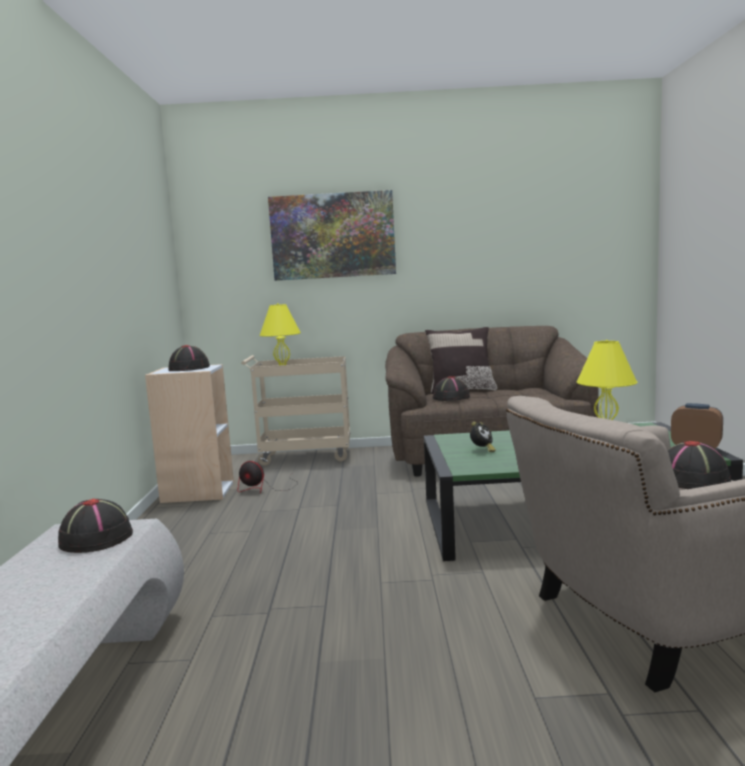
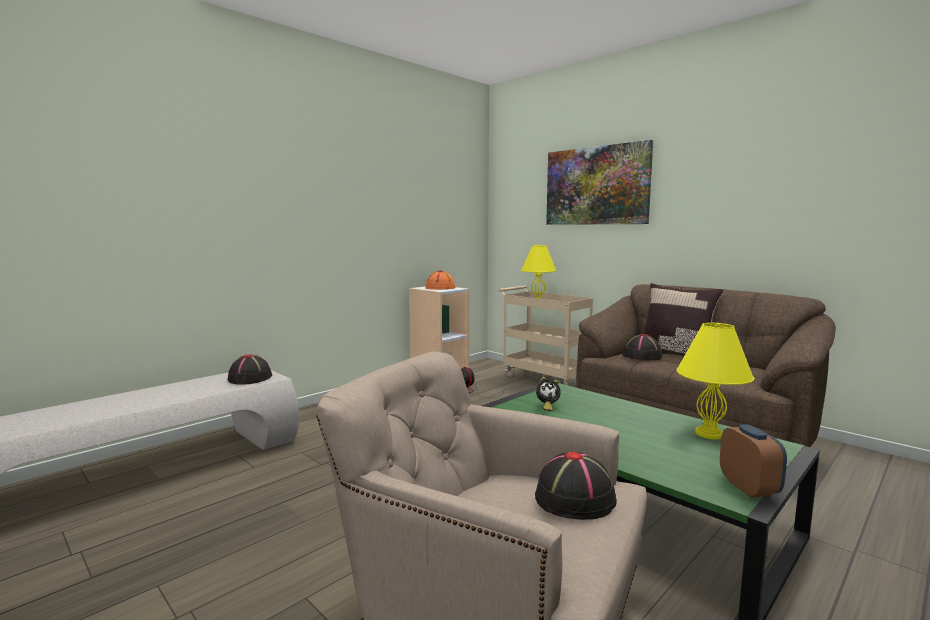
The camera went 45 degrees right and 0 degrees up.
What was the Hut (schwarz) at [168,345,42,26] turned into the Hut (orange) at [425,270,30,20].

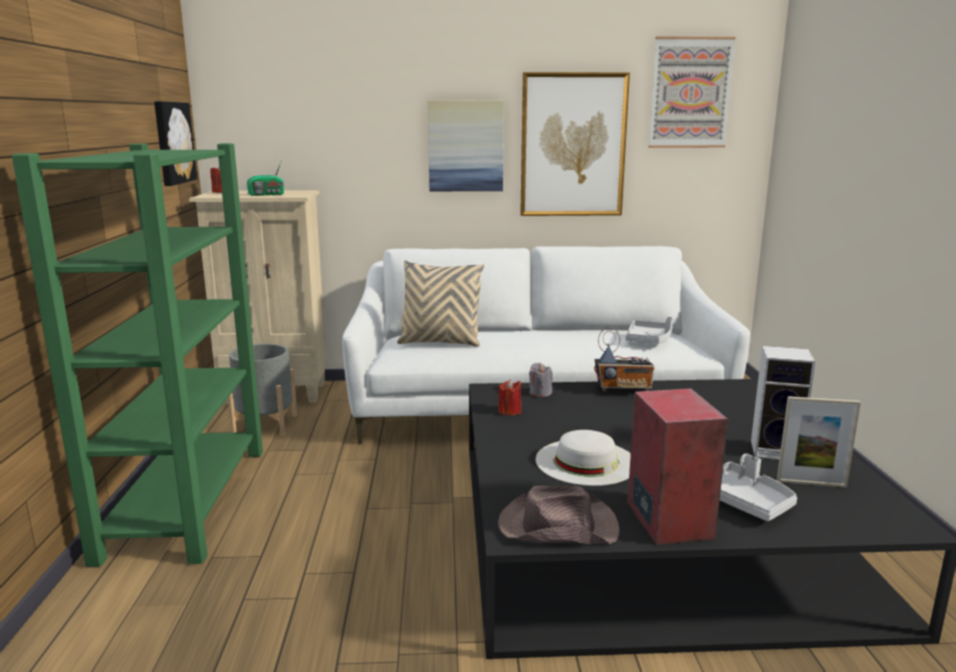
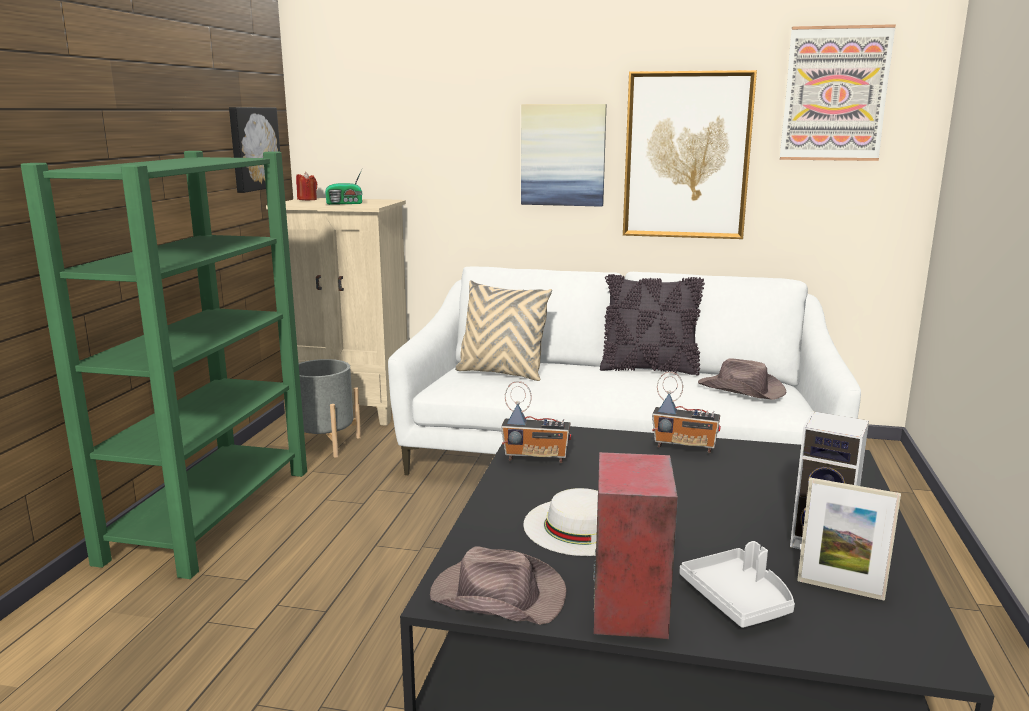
The camera went 15 degrees right and 0 degrees up.
Where the Tablett (grau) stood at [625,317,48,27], the Hut (braun) came to stand at [698,358,89,42].
The second view lost the Kerze (grau) at [529,363,24,34].
Where the Kerze (rot) stood at [498,379,23,36], the Radio came to stand at [501,381,70,82].
The second view gained the Kissen (schwarz) at [600,274,105,101].

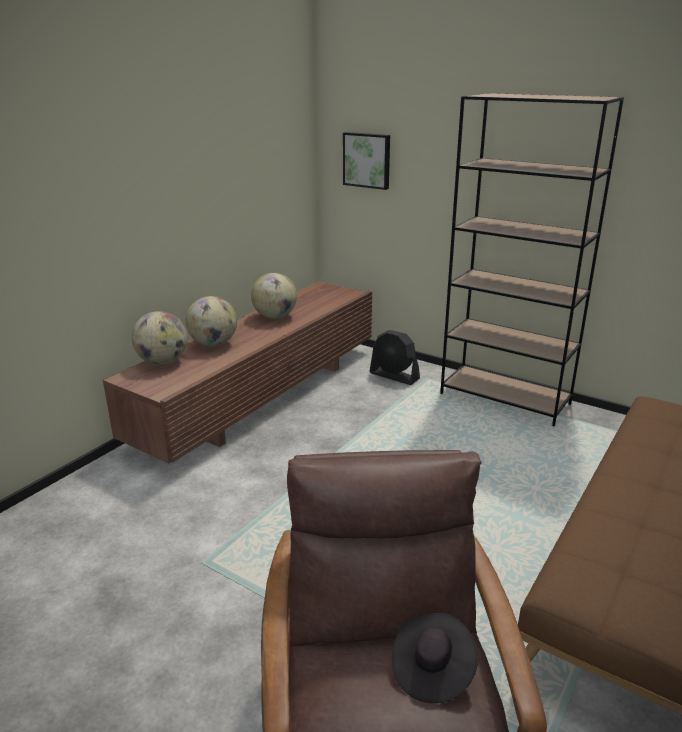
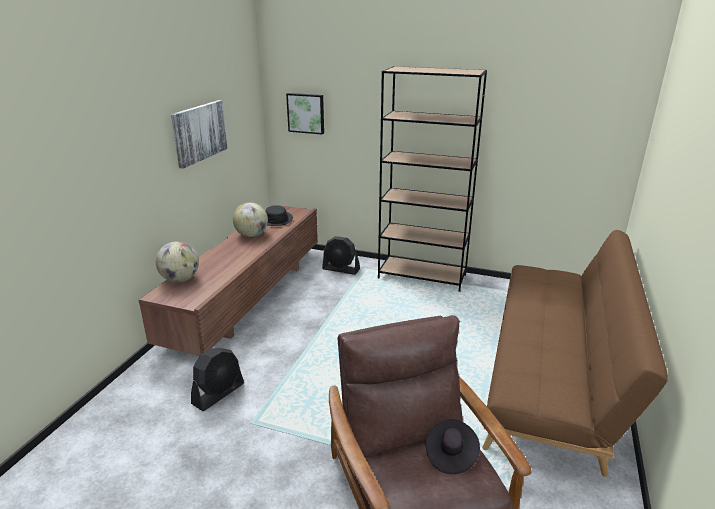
The camera went 15 degrees left and 0 degrees up.
The second view lost the Globus at [186,296,51,50].
The second view gained the Bild at [171,100,57,69].
The second view gained the Hut (schwarz) at [266,206,27,20].
The second view gained the Ventilator (schwarz) at [191,348,53,63].

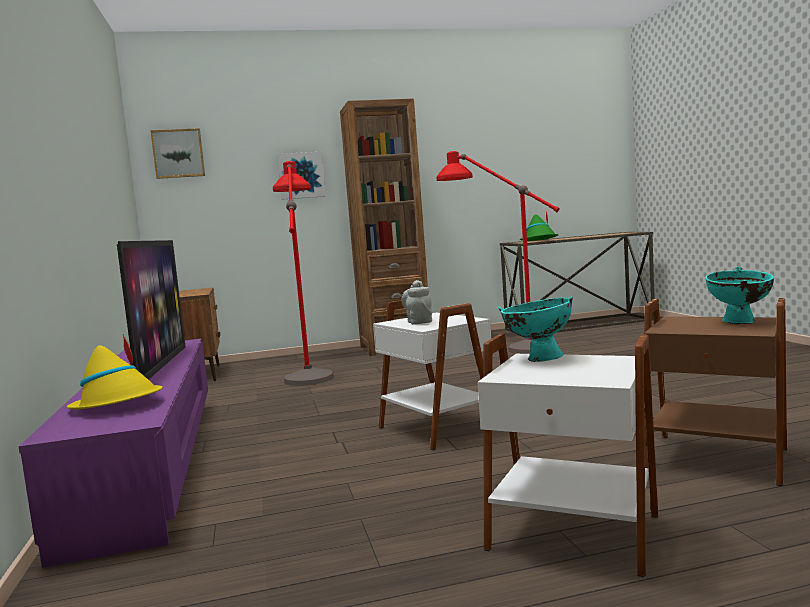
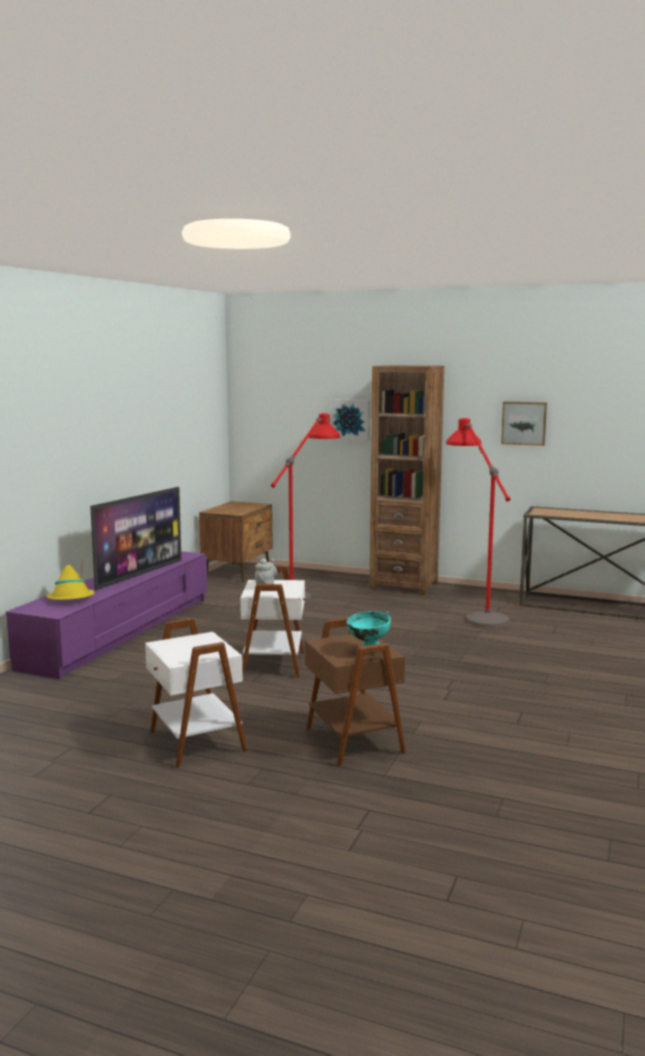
The camera went 35 degrees right and 5 degrees up.
The Bild ended up elsewhere, having gone from [150,128,55,51] to [501,402,46,44].
The second view lost the Hut (grün) at [520,210,38,31].
The second view lost the Schüssel (türkis) at [498,296,75,66].

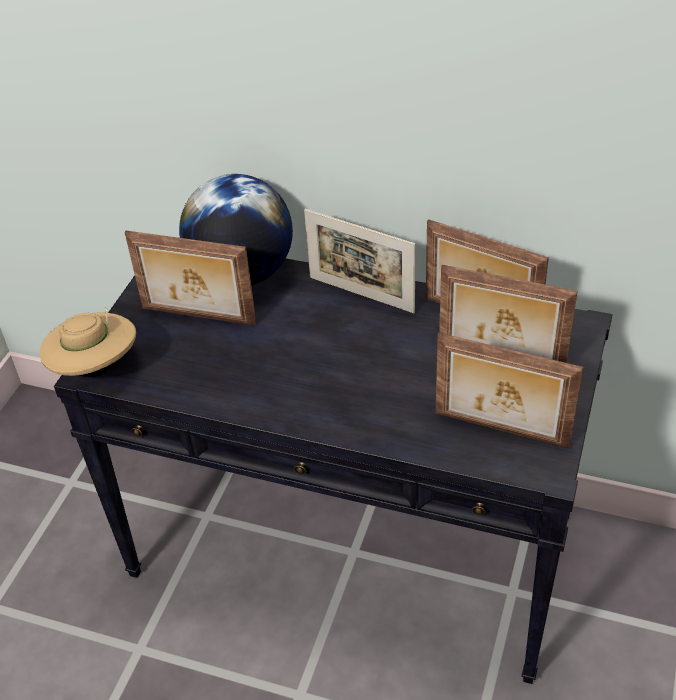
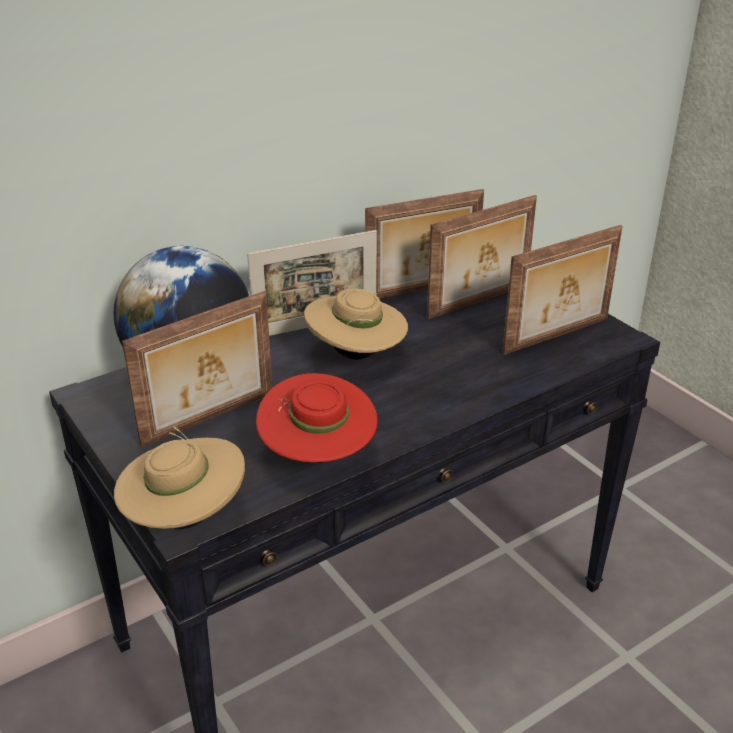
The camera went 55 degrees left and 10 degrees down.
The second view gained the Hut (beige) at [304,288,104,72].
The second view gained the Hut (rot) at [256,373,122,90].

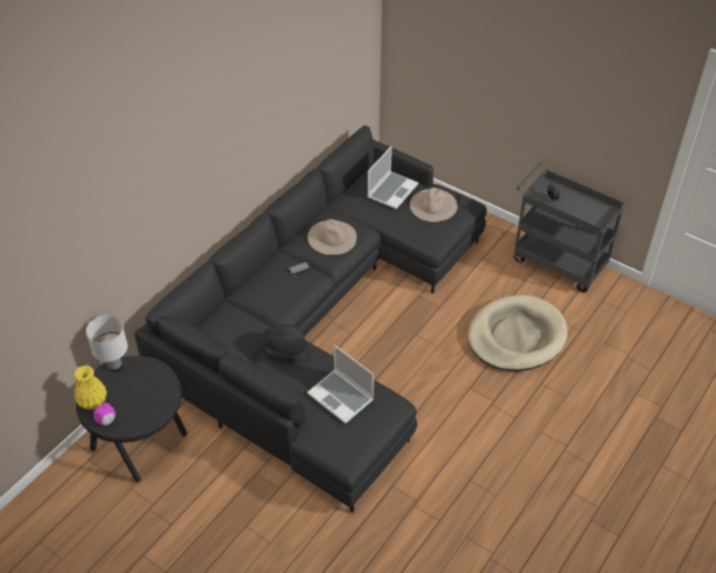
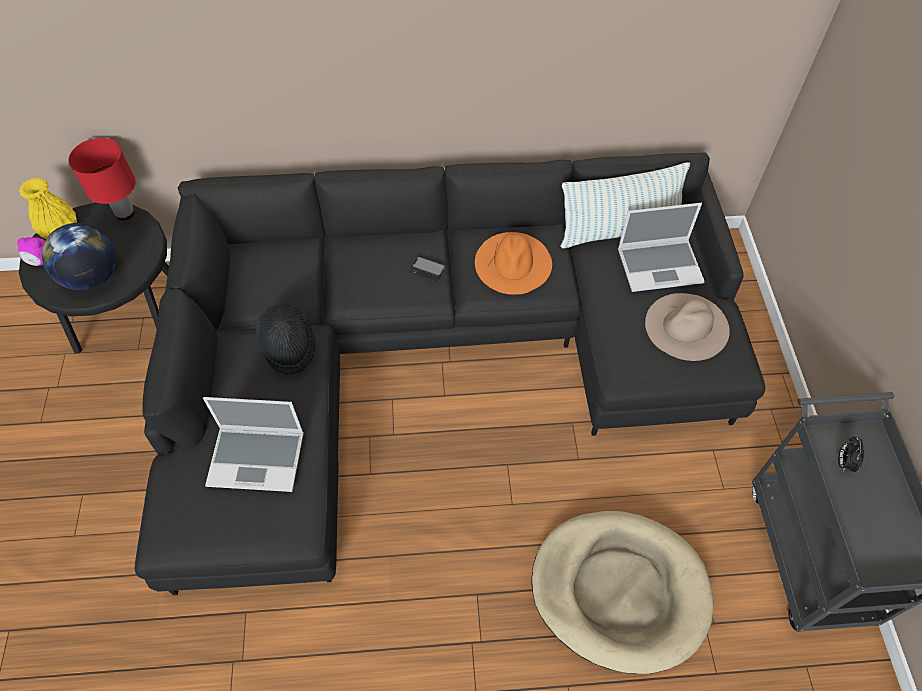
The camera went 50 degrees right and 10 degrees up.
What was the Hut (beige) at [307,219,50,36] turned into the Hut (orange) at [475,232,77,63].
What was the Tischlampe (weiß) at [86,315,42,57] turned into the Tischlampe (rot) at [68,138,68,83].
The Laptop at [307,345,67,79] ended up facing another way, 90 degrees counterclockwise from before.
The second view gained the Kissen at [560,162,130,86].
The second view gained the Globus at [42,223,74,67].

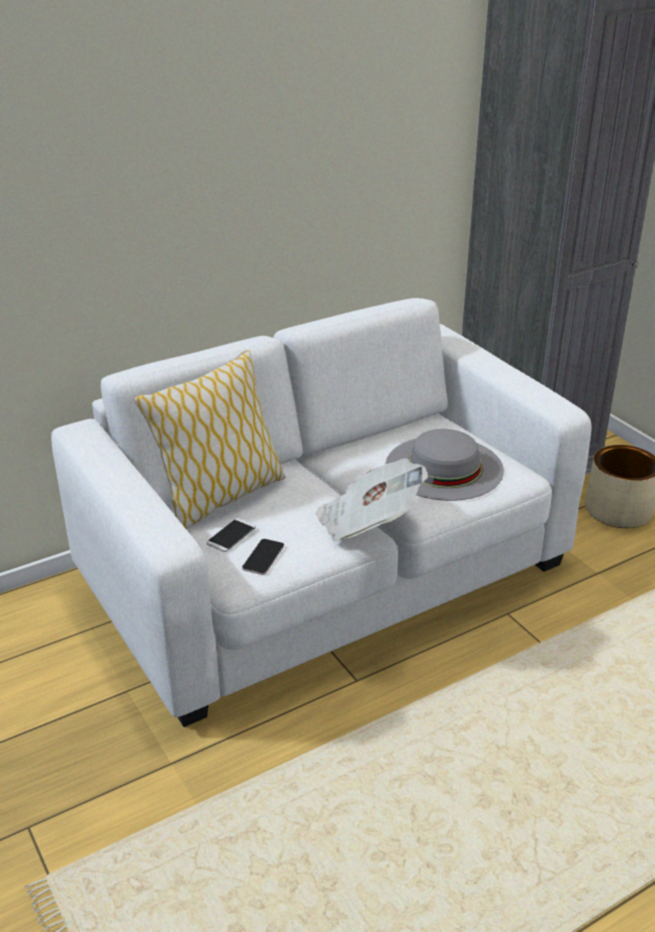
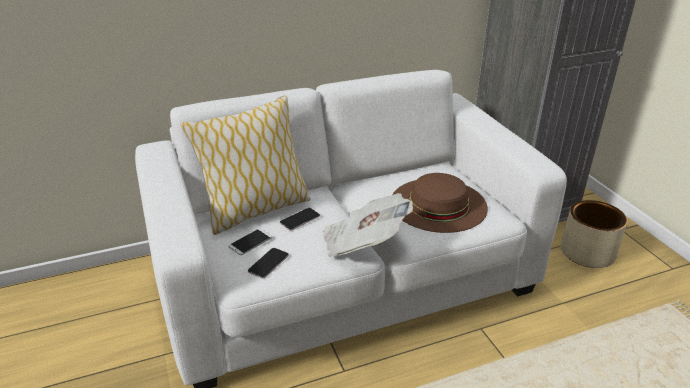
The camera went 10 degrees right and 0 degrees up.
What was the Hut (grau) at [386,429,118,72] turned into the Hut (braun) at [393,173,95,60].
The second view gained the Handy at [280,208,40,23].

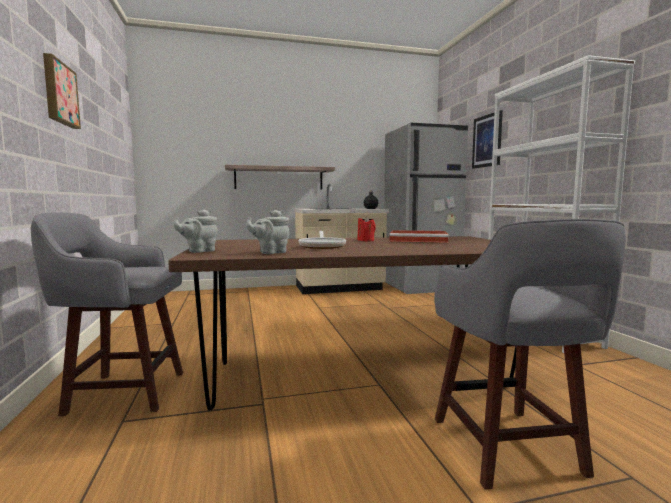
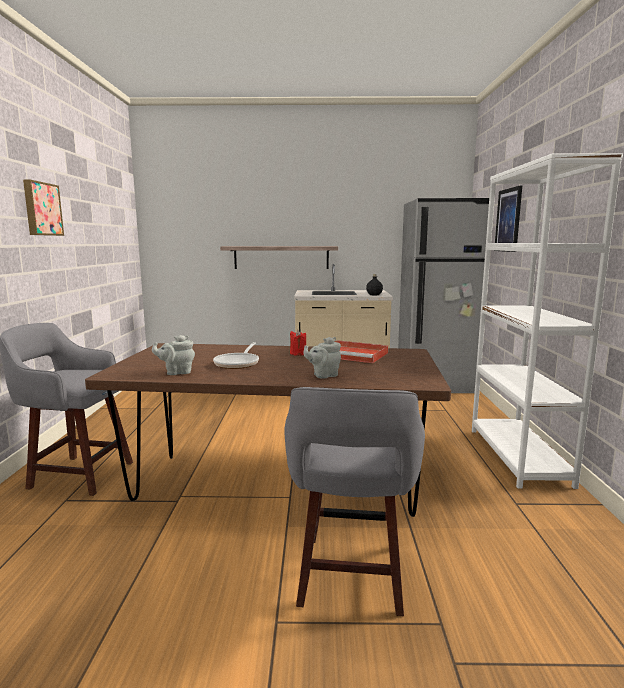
The camera went 15 degrees right and 5 degrees up.
The Teekanne (grau) ended up elsewhere, having gone from [173,209,45,44] to [303,337,38,42].

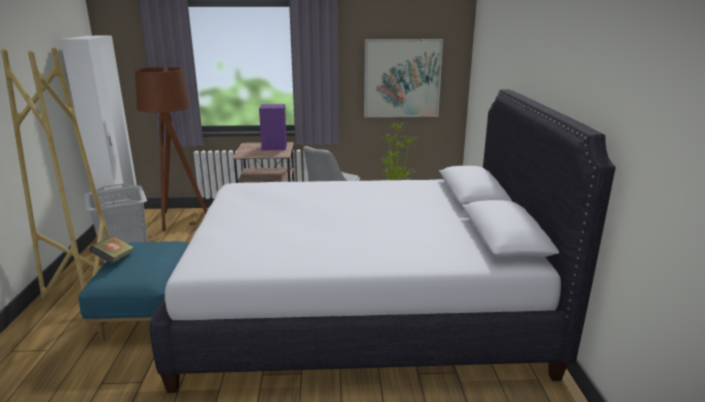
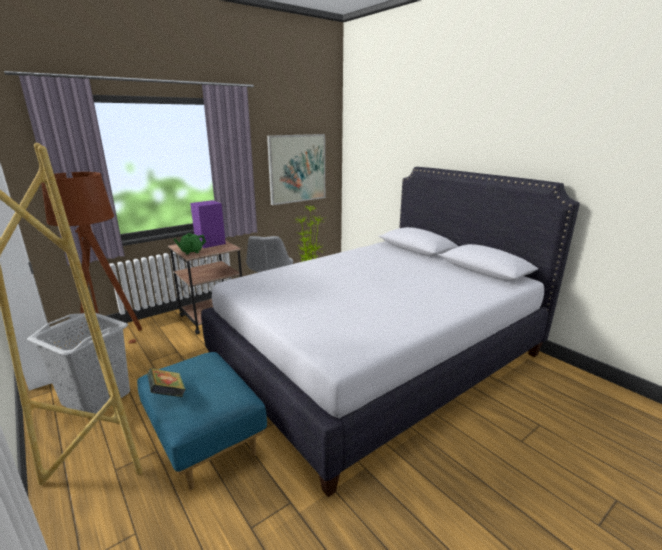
The camera went 35 degrees left and 0 degrees up.
The second view gained the Teekanne (grün) at [173,233,33,22].

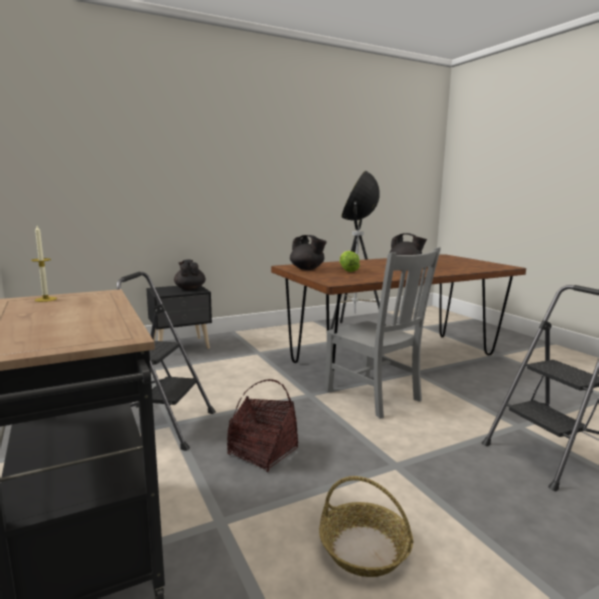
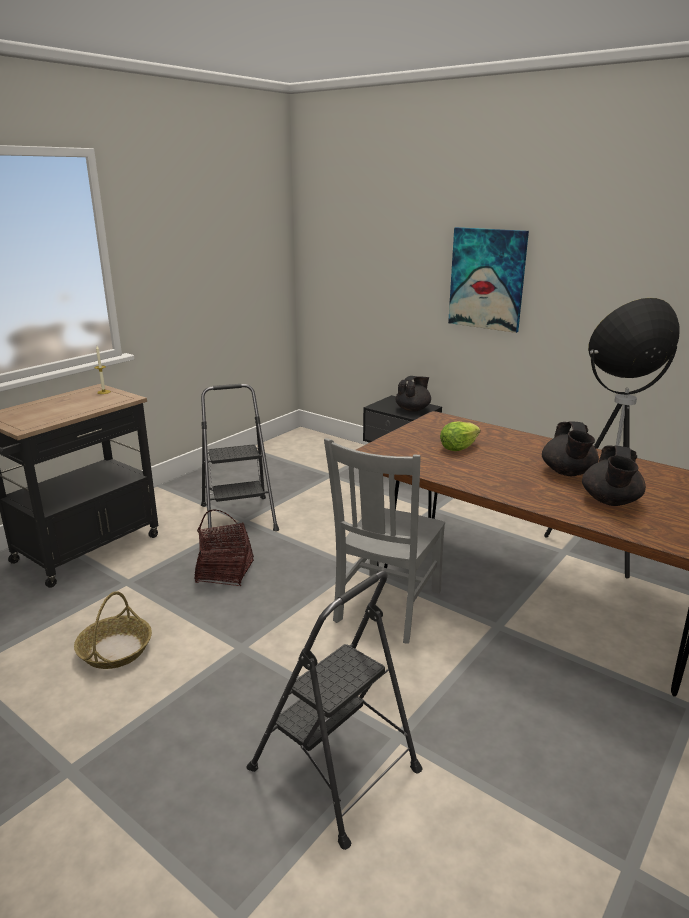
The camera went 65 degrees right and 10 degrees up.
The Teekanne (schwarz) ended up elsewhere, having gone from [290,235,37,35] to [582,446,64,60].
The second view gained the Bild at [448,227,81,106].

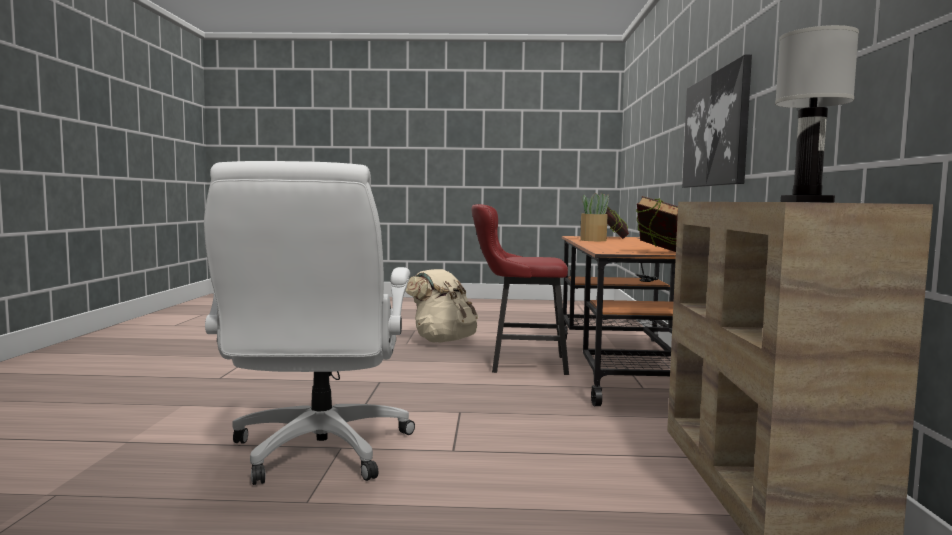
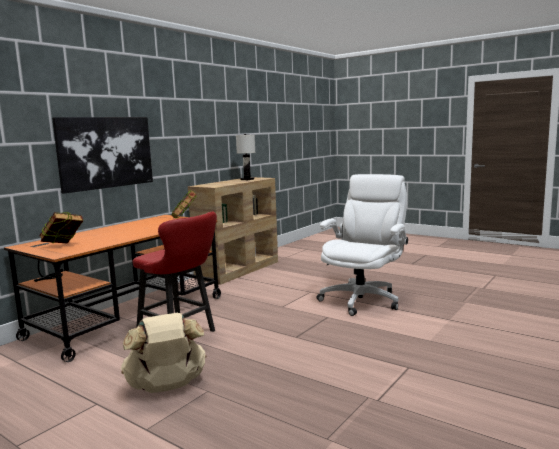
The camera went 145 degrees left and 5 degrees up.
The second view lost the Topfpflanze at [580,193,29,48].

